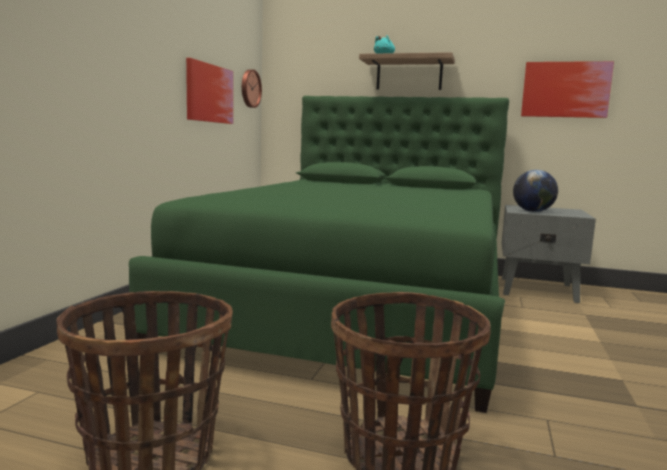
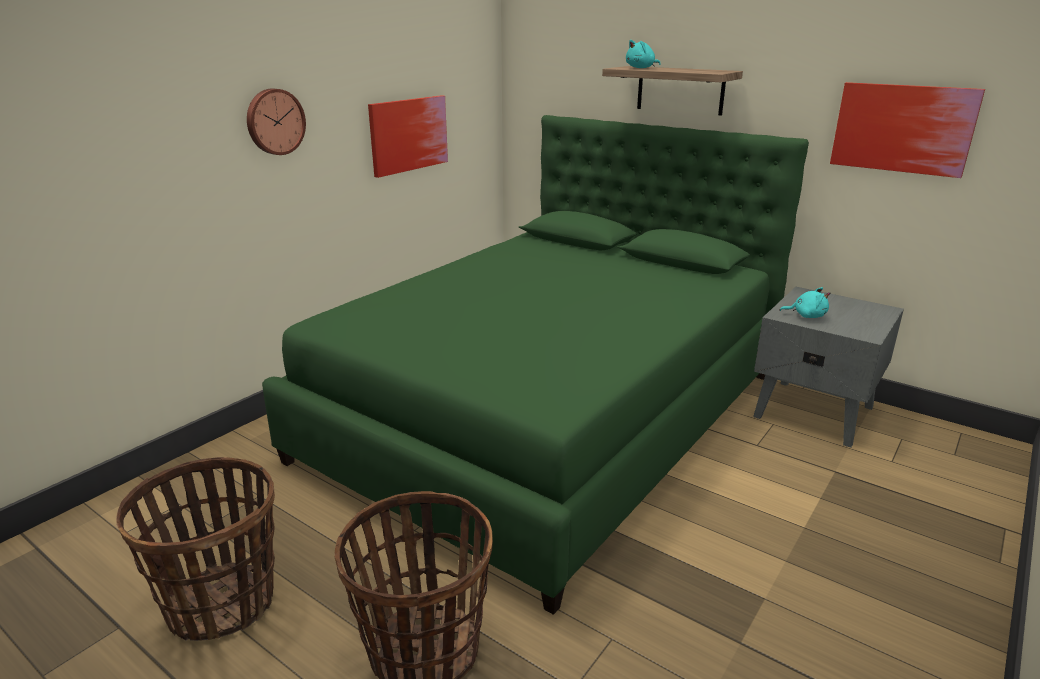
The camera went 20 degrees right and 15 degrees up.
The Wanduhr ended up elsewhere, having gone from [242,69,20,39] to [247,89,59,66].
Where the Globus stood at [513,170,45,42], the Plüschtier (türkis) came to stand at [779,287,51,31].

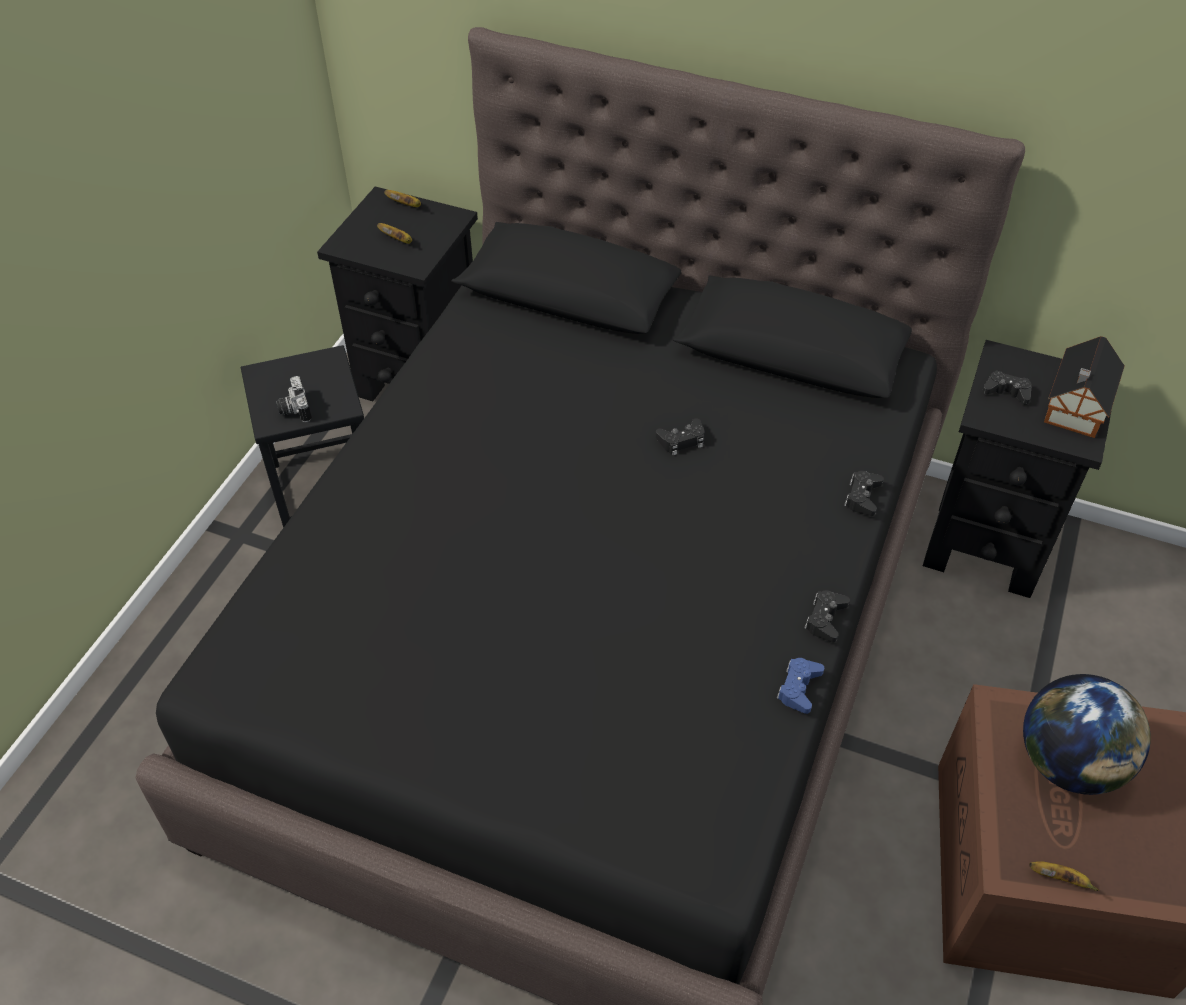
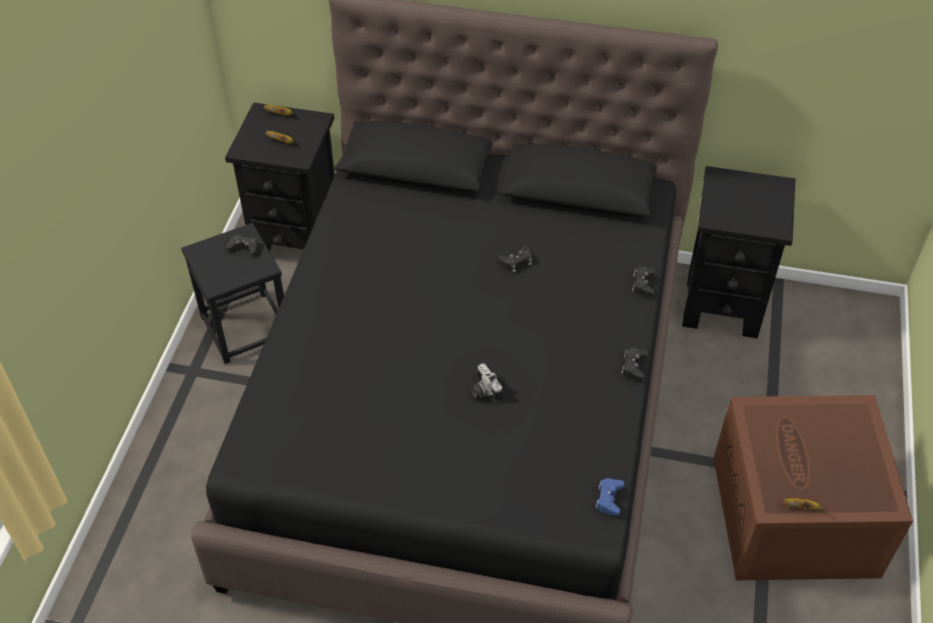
The camera went 10 degrees left and 0 degrees up.
The second view lost the Spielzeughaus at [1044,336,81,102].
The Gamepad (schwarz) ended up elsewhere, having gone from [982,370,50,35] to [226,234,32,22].
The Kamera ended up elsewhere, having gone from [276,376,36,46] to [471,363,31,39].
The Gamepad (blau) ended up elsewhere, having gone from [777,658,47,56] to [595,478,29,38].
The second view lost the Globus at [1023,674,128,121].

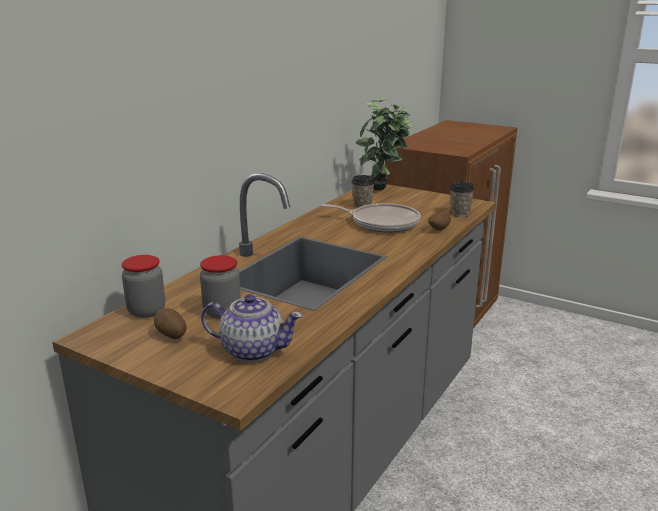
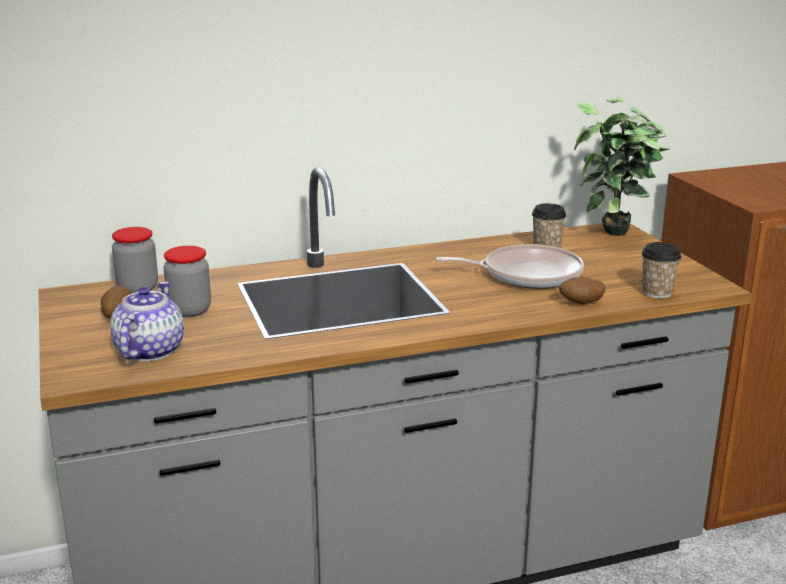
The camera went 40 degrees right and 0 degrees up.
The Pfanne at [322,203,99,29] ended up facing another way, 60 degrees counterclockwise from before.
The Teekanne at [201,294,102,68] ended up facing another way, 135 degrees counterclockwise from before.

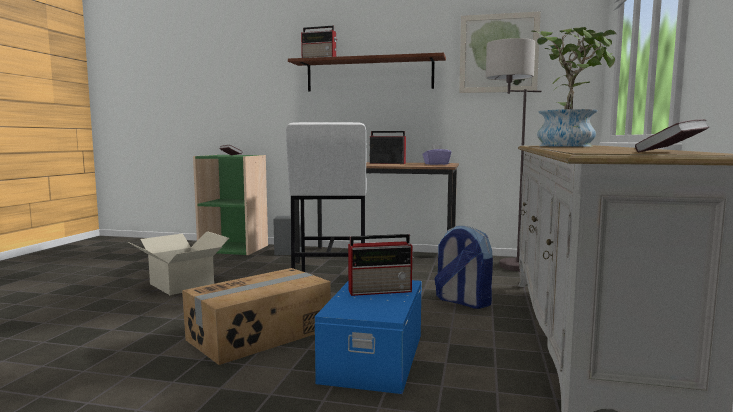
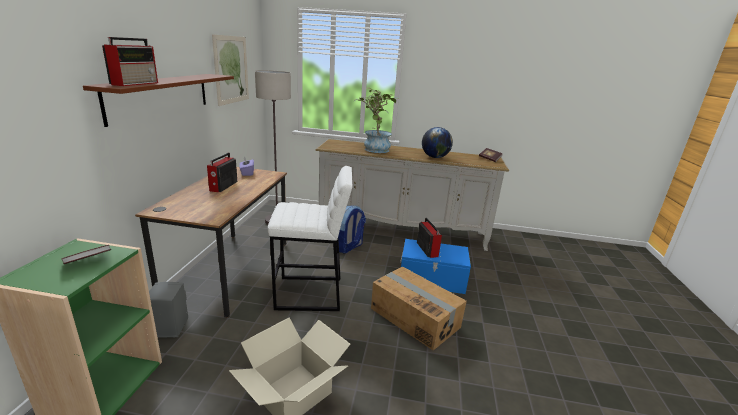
The camera went 95 degrees left and 15 degrees up.
The second view gained the Globus at [422,127,31,31].

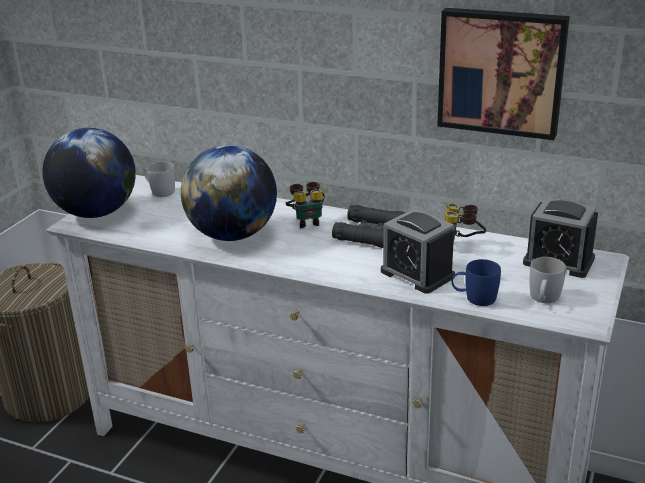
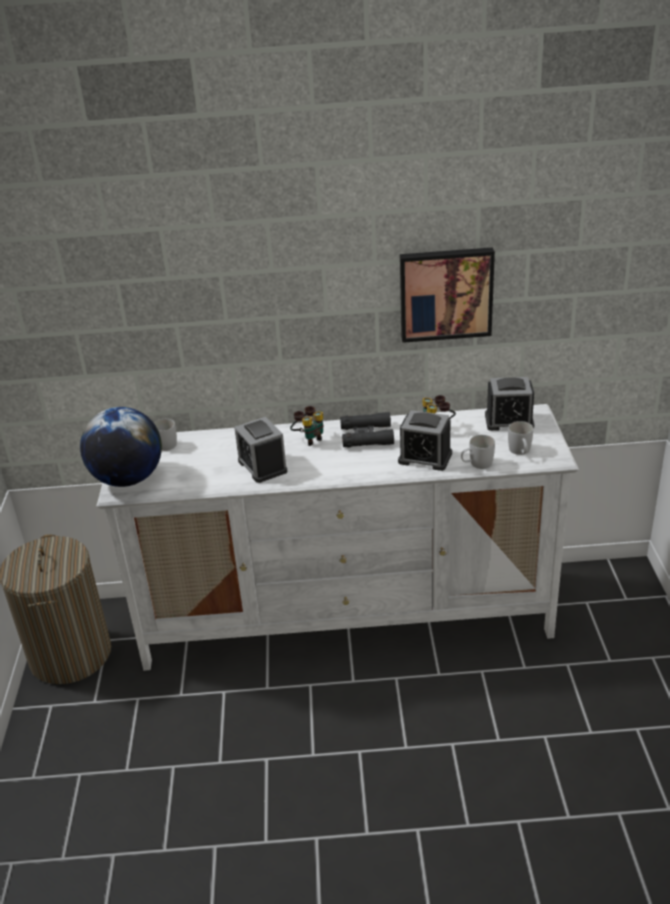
The camera went 25 degrees left and 5 degrees up.
Where the Globus stood at [181,145,96,96], the Wecker came to stand at [234,417,53,66].
What was the Henkelbecher (blau) at [451,259,50,47] turned into the Henkelbecher (weiß) at [461,435,34,34].

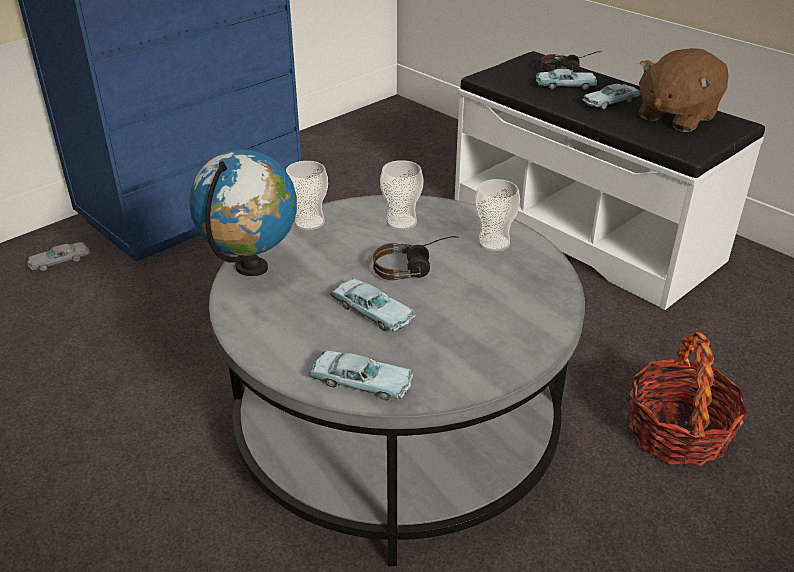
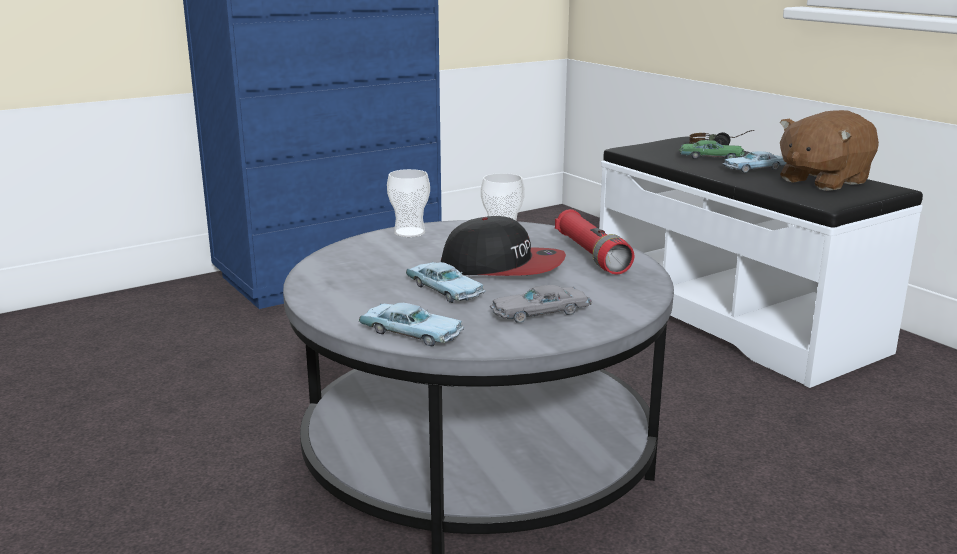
The camera went 10 degrees right and 15 degrees down.
What was the Spielzeugauto (blau) at [536,69,61,20] turned into the Spielzeugauto (grün) at [679,140,66,19].
The second view lost the Globus at [189,150,108,126].
Where the Tasse stood at [474,179,46,72], the Taschenlampe (rot) came to stand at [555,209,79,65].
Where the Kopfhörer stood at [373,236,86,44], the Kappe came to stand at [441,216,125,60].
The Spielzeugauto (grau) ended up elsewhere, having gone from [27,242,63,29] to [490,285,102,38].
The second view lost the Korb at [629,332,119,135].

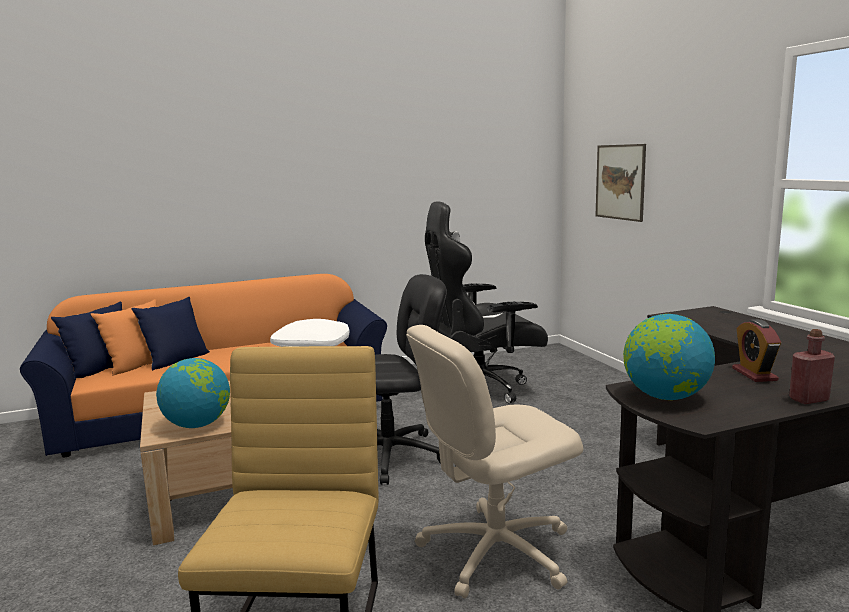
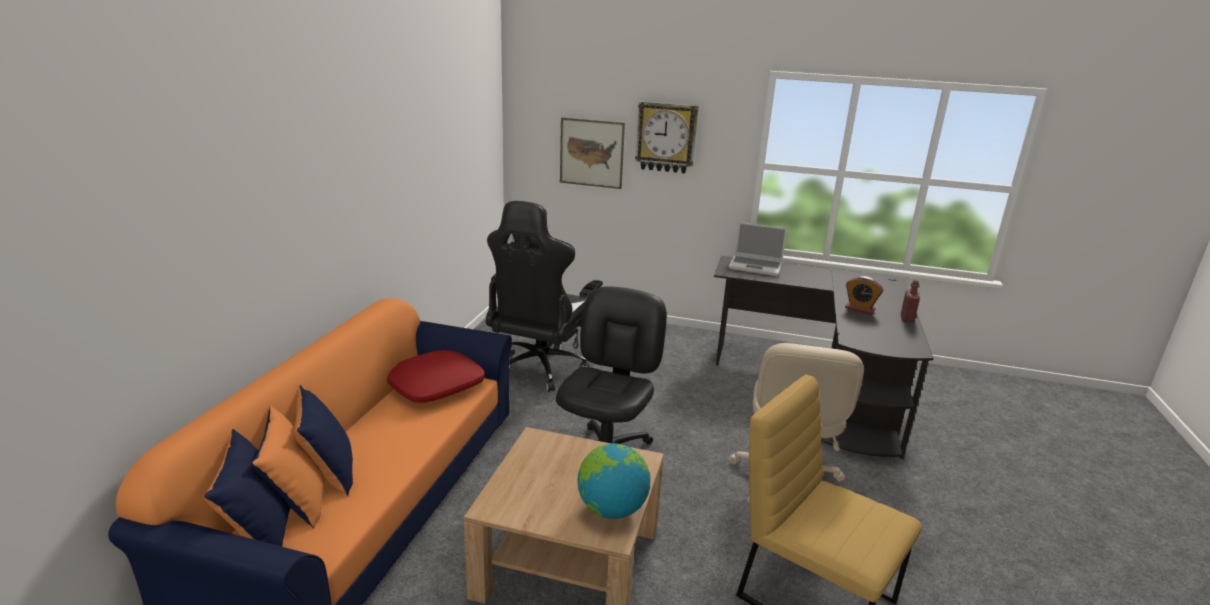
The camera went 55 degrees left and 10 degrees up.
The second view lost the Globus at [623,314,92,86].
What was the Kissen (weiß) at [270,319,79,28] turned into the Kissen (rot) at [387,350,98,53].
The second view gained the Wanduhr at [635,101,64,73].
The second view gained the Laptop at [729,222,58,54].

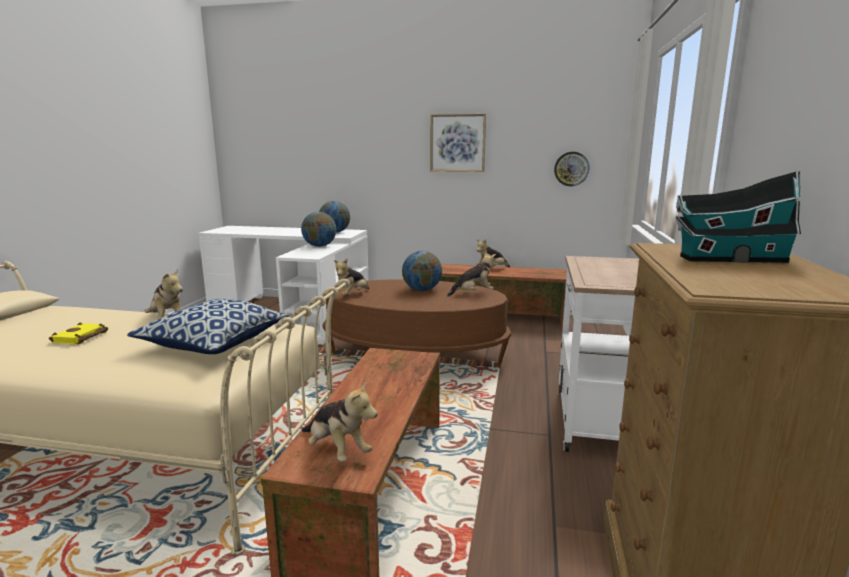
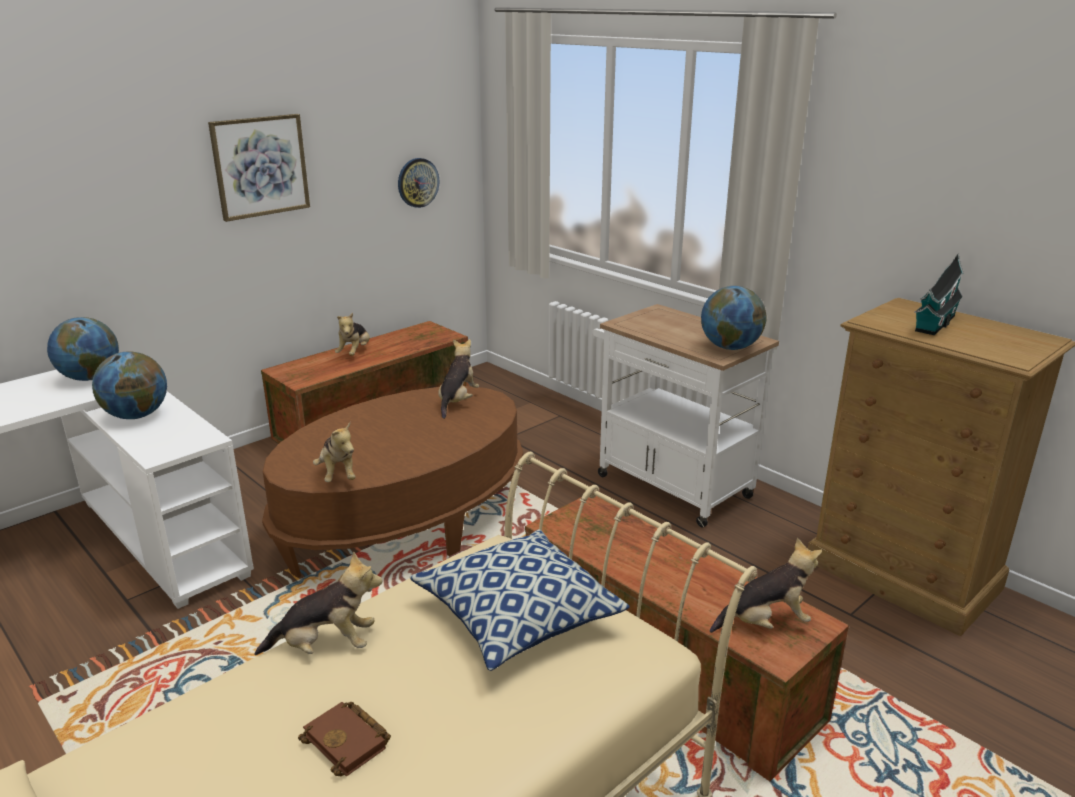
The camera went 55 degrees left and 10 degrees up.
The Globus ended up elsewhere, having gone from [402,251,40,40] to [701,286,65,64].
What was the Buch (gelb) at [49,322,59,22] turned into the Buch (braun) at [298,702,93,75].

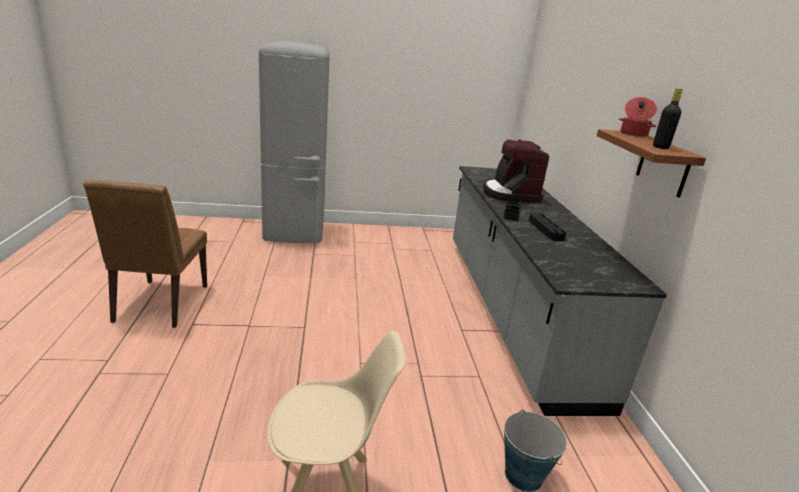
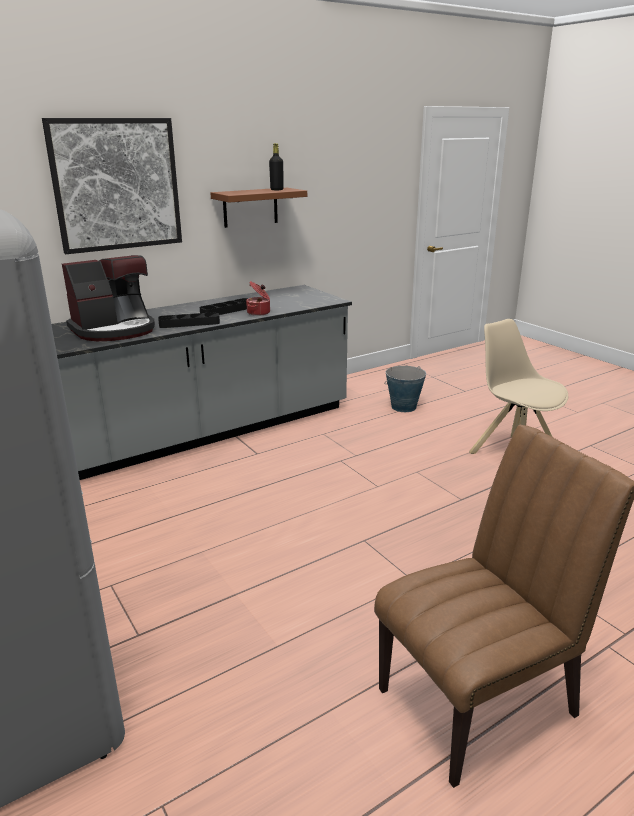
The camera went 115 degrees left and 0 degrees up.
The Kochtopf ended up elsewhere, having gone from [619,97,38,40] to [246,281,24,35].
The second view gained the Bild at [42,118,140,136].

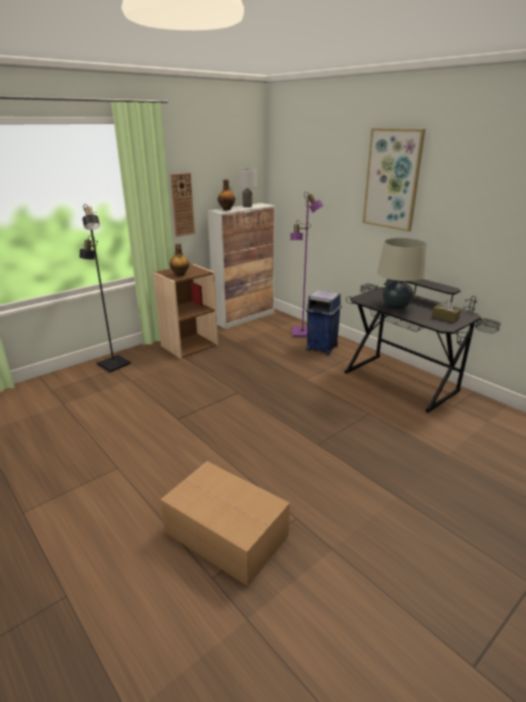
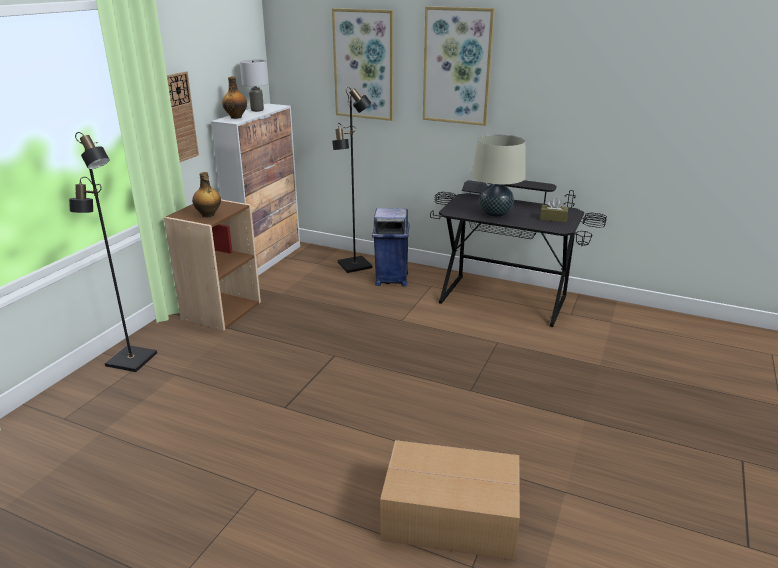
The camera went 25 degrees left and 0 degrees up.
What was the Stehlampe (lila) at [290,192,34,145] turned into the Stehlampe (schwarz) at [332,87,40,186].
The second view gained the Bild at [332,8,62,113].

